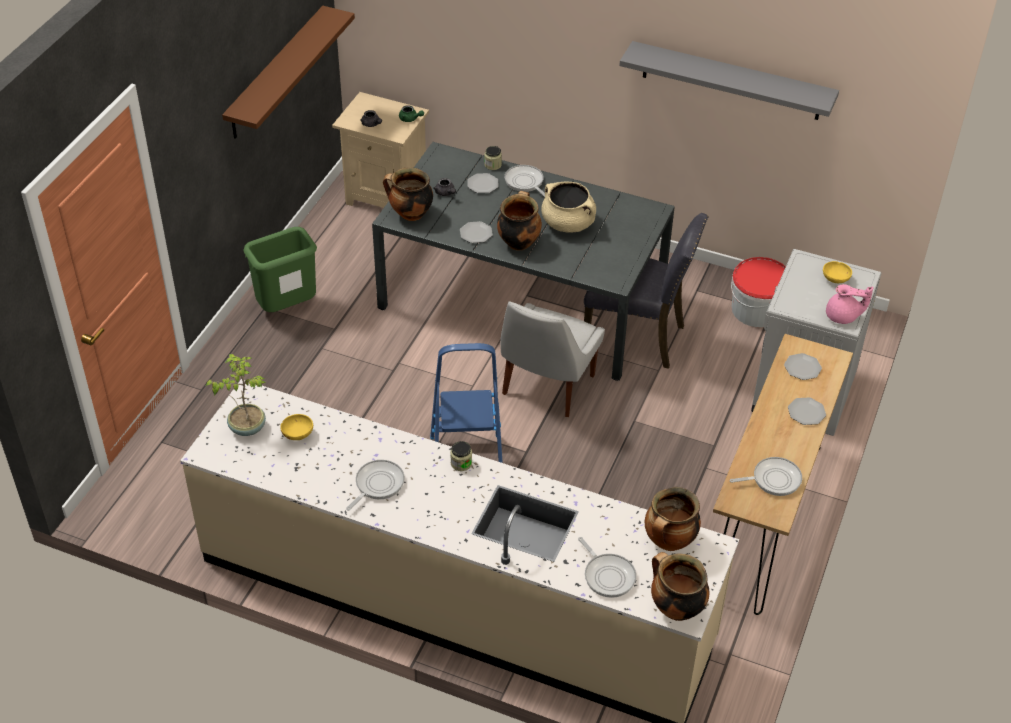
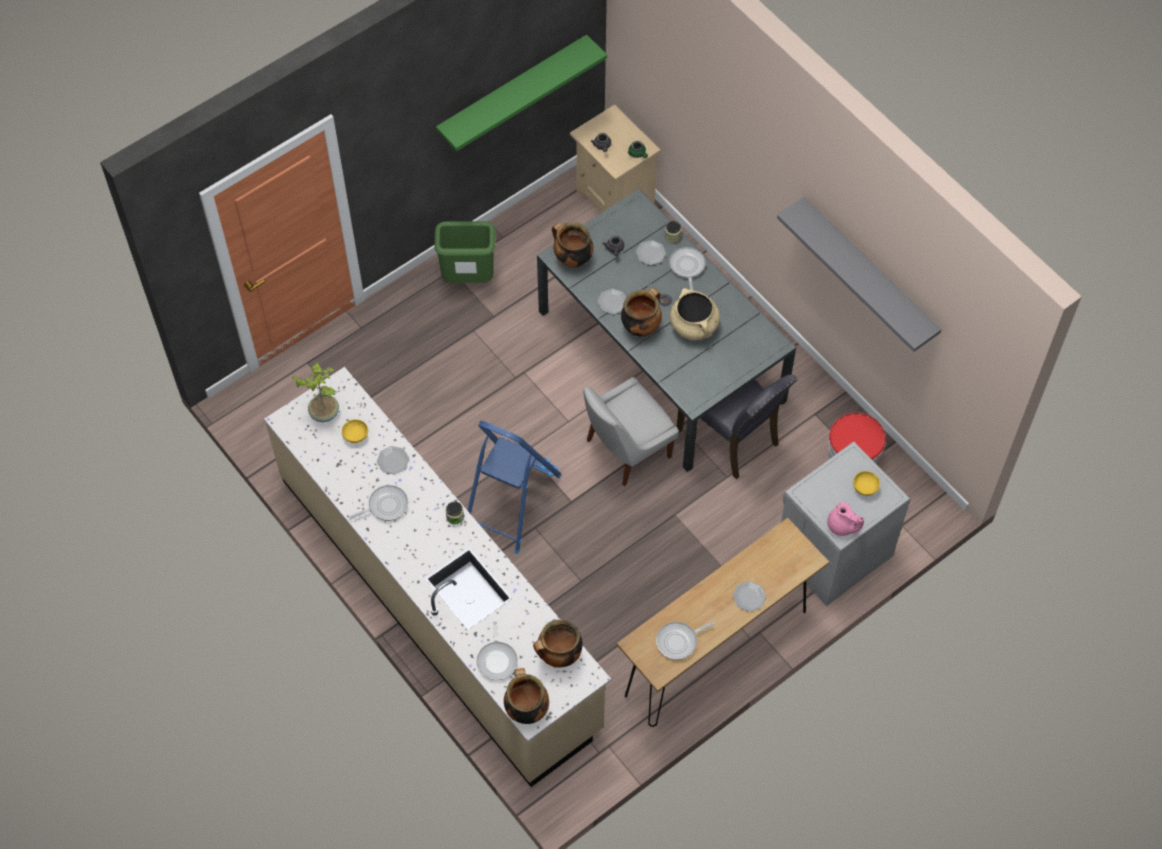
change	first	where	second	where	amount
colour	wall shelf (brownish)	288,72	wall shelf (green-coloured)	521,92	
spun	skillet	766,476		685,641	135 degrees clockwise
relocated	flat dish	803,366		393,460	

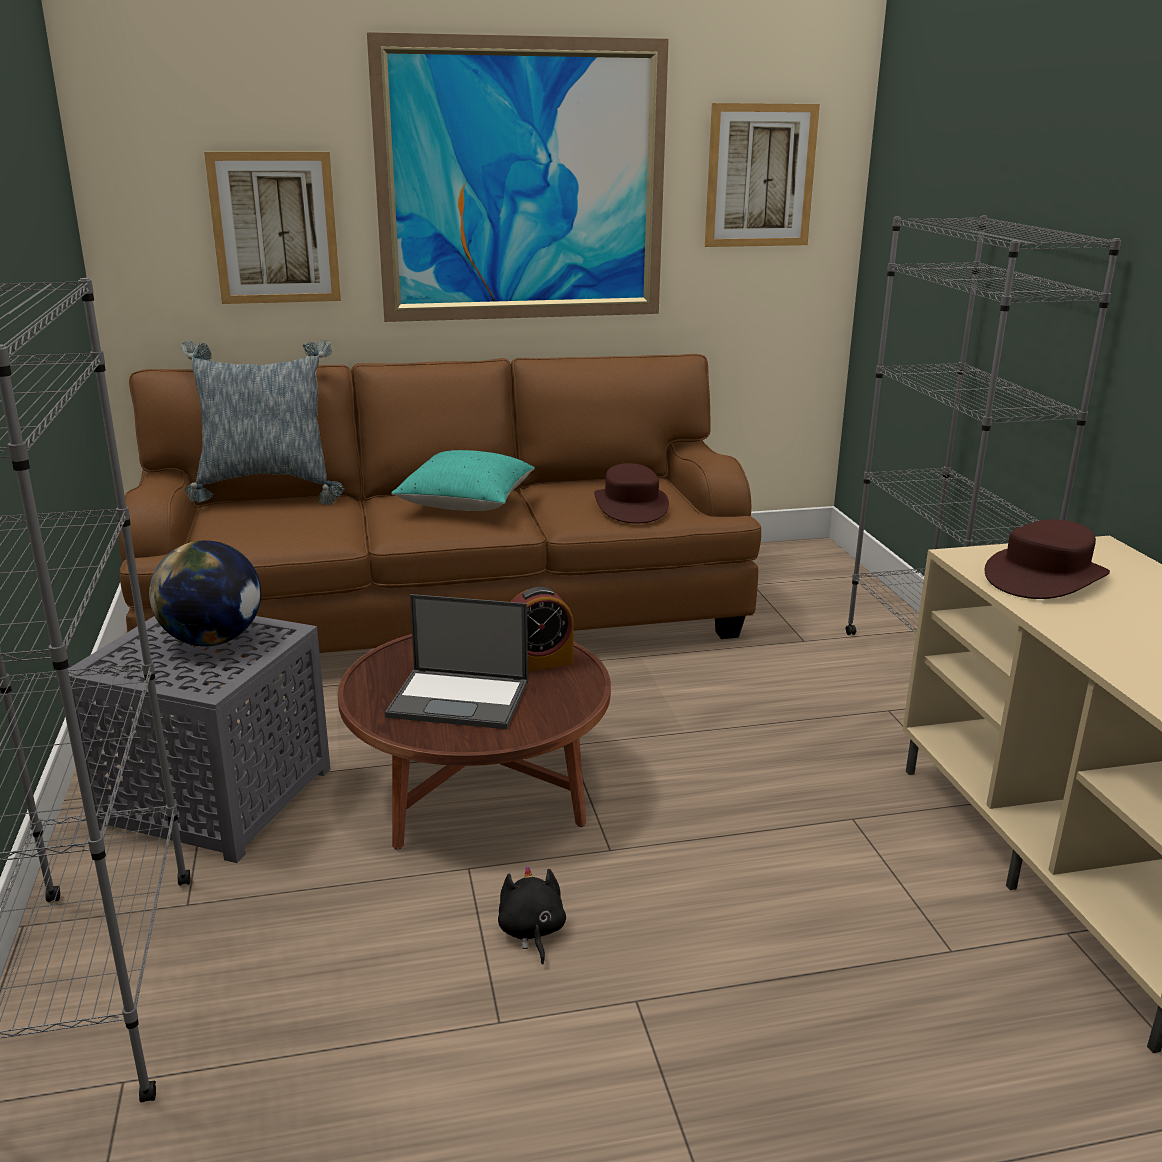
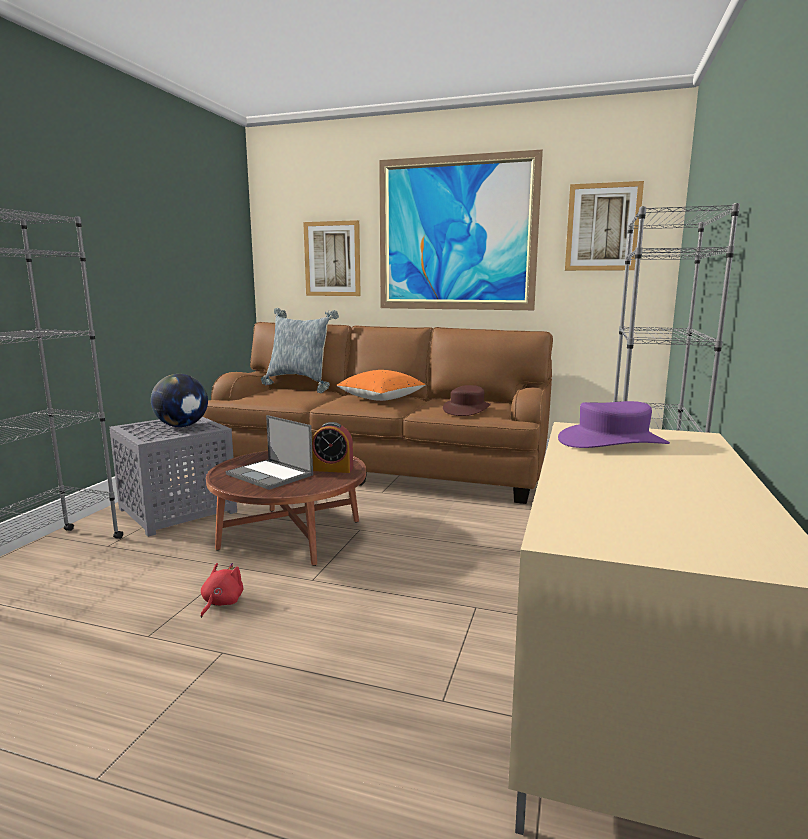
change	first	where	second	where	amount
colour	pillow (turquoise-coloured)	463,480	pillow (orange)	381,385	
colour	plush toy (blackish)	532,915	plush toy (reddish)	222,590	
colour	clothing hat (brownish)	1047,559	clothing hat (purple-coloured)	614,424	

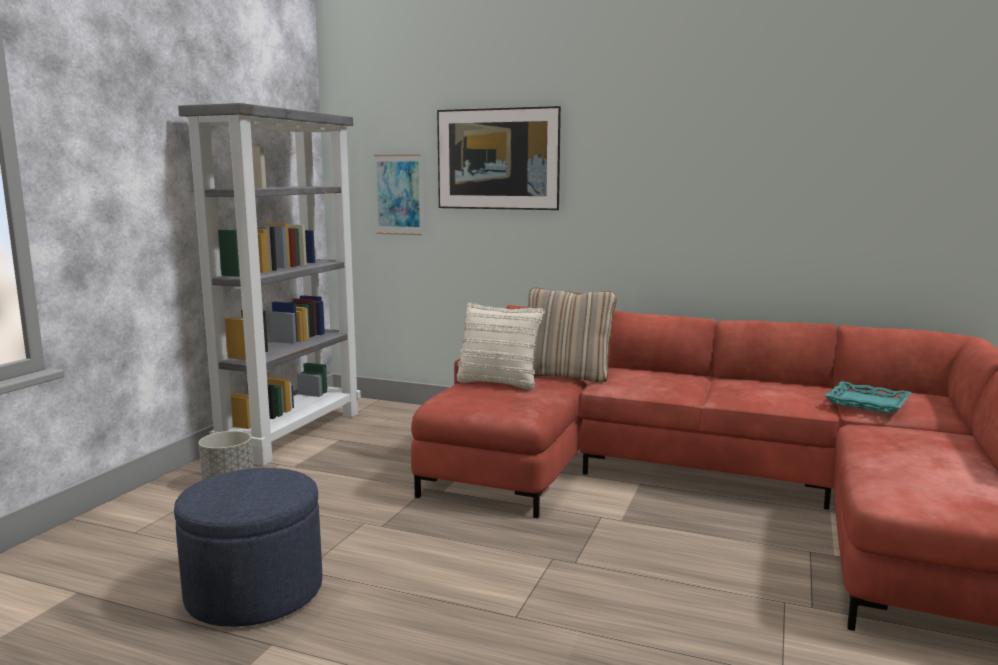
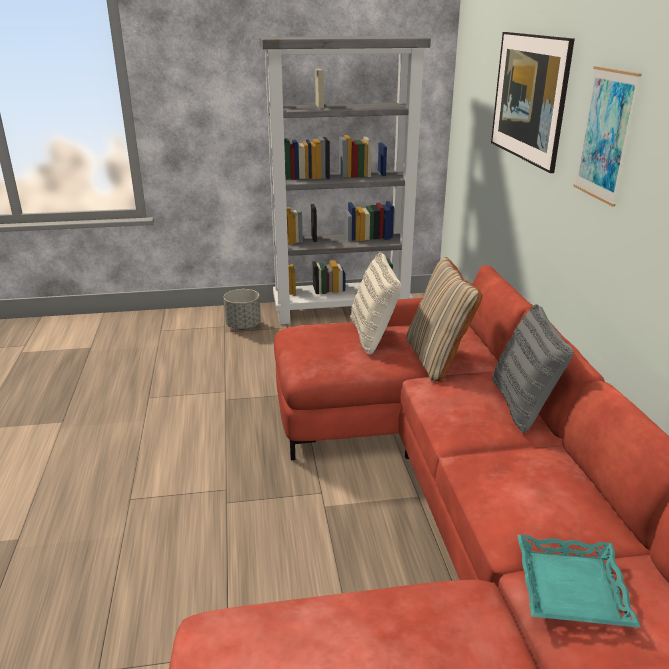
change	first	where	second	where	amount
missing	pouffe (blue-coloured)	248,547			
relocated	wall art	398,194		607,136	
appeared			pillow (gray)	533,368	

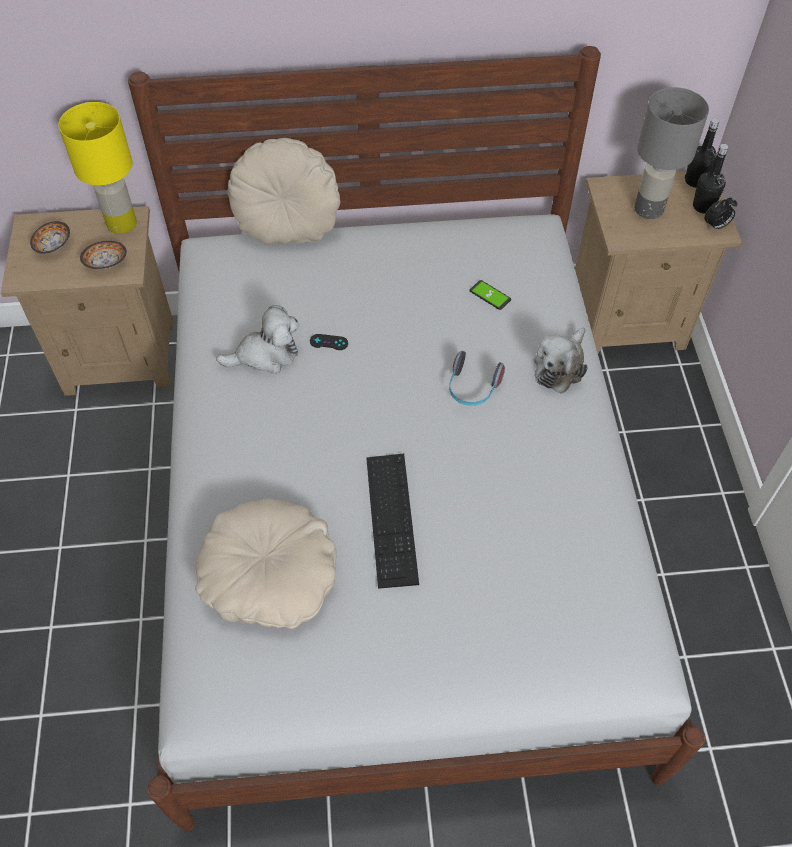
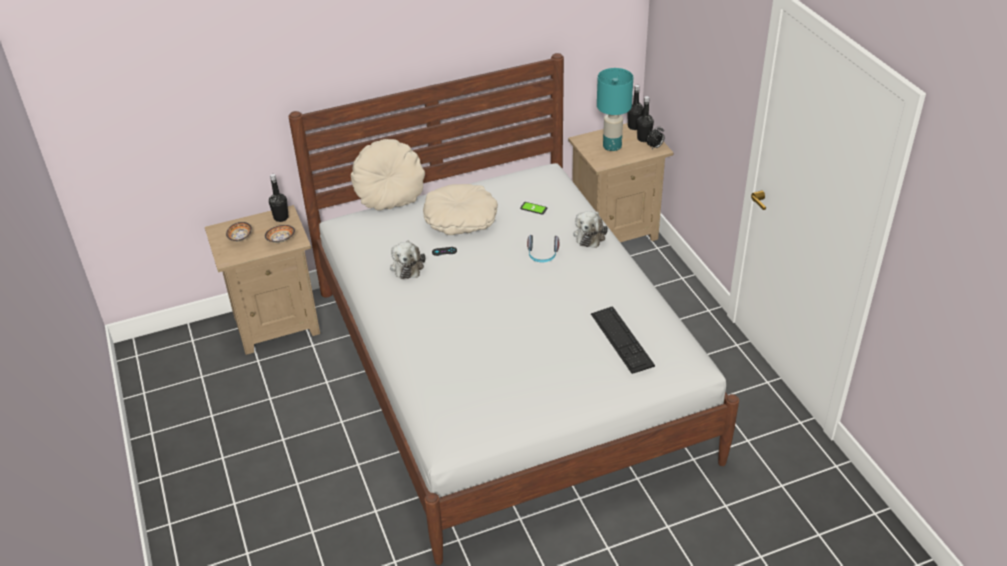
change	first	where	second	where	amount
exchanged	table lamp (yellow-coloured)	97,168	beverage bottle (blackish)	279,198	
relocated	pillow (beige)	266,564		460,209	
spun	plush toy	257,339		407,260	120 degrees clockwise
relocated	computer keyboard	392,521		623,340	
colour	table lamp (gray)	671,153	table lamp (turquoise-coloured)	615,109	

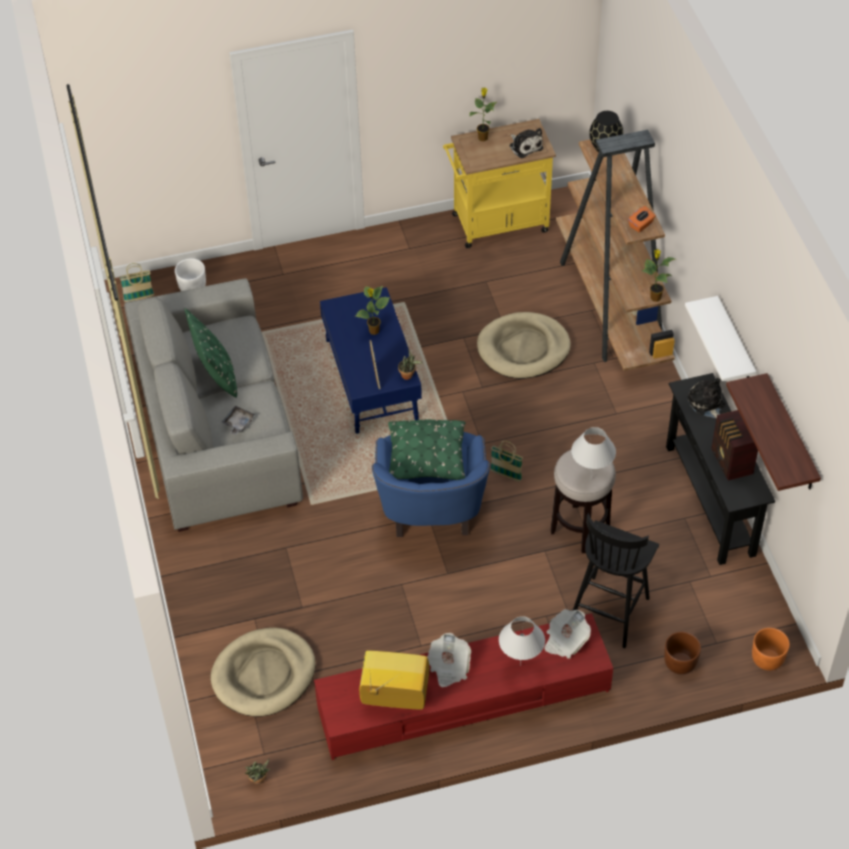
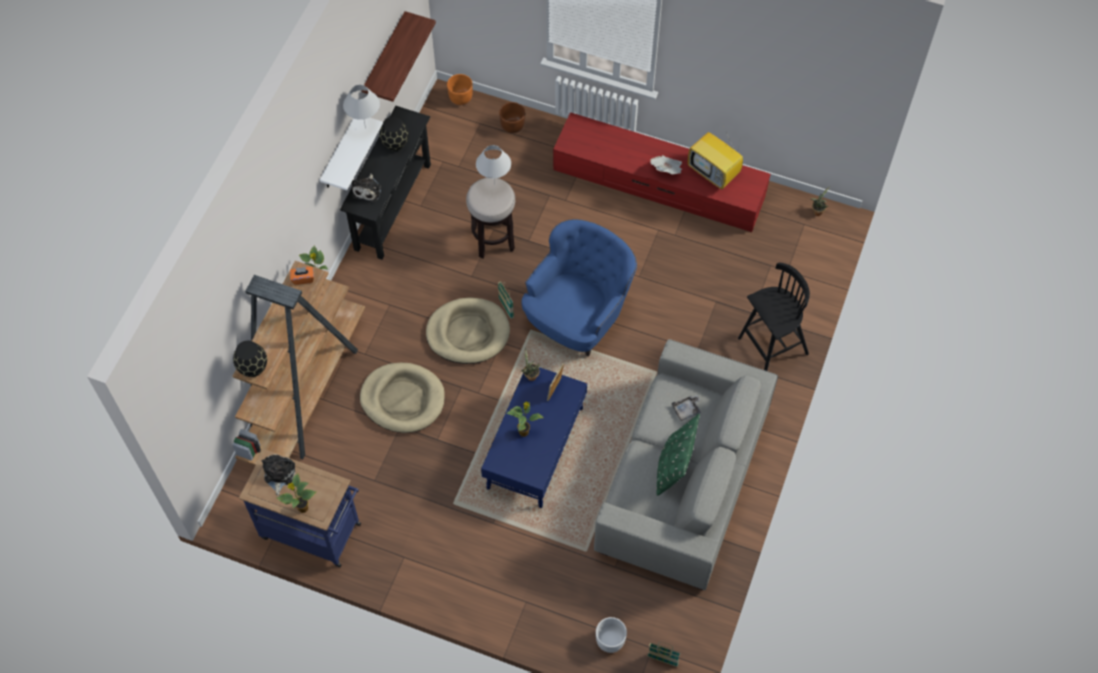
change	first	where	second	where	amount
relocated	dog cushion (beige)	263,671		468,330	
missing	pillow (green-coloured)	427,450			
colour	cart (yellow-coloured)	499,183	cart (blue-coloured)	300,508	
relocated	table lamp (white-coloured)	522,641		361,106	
missing	newspaper	567,634			
relocated	sitting stool (blackish)	616,580		774,317	
exchanged	radio receiver	735,445	flower vase (blackish)	394,134	

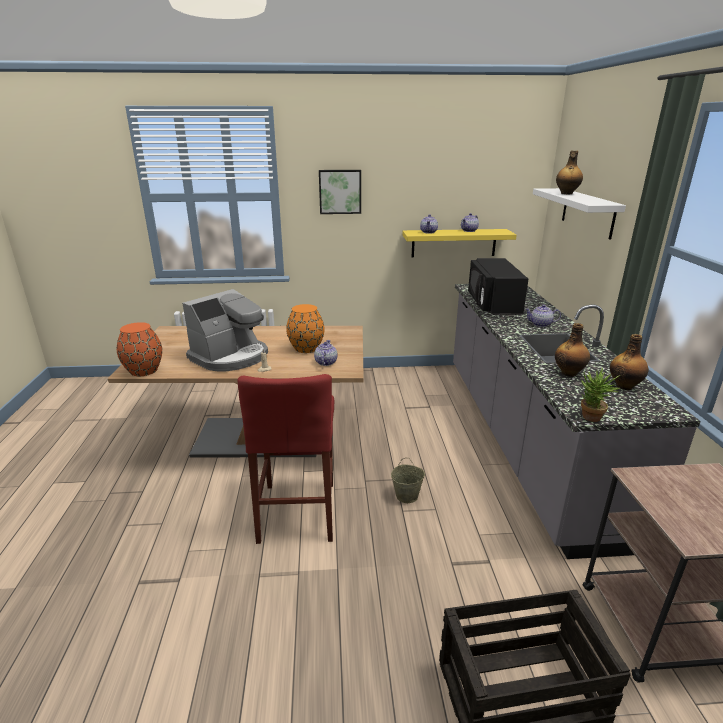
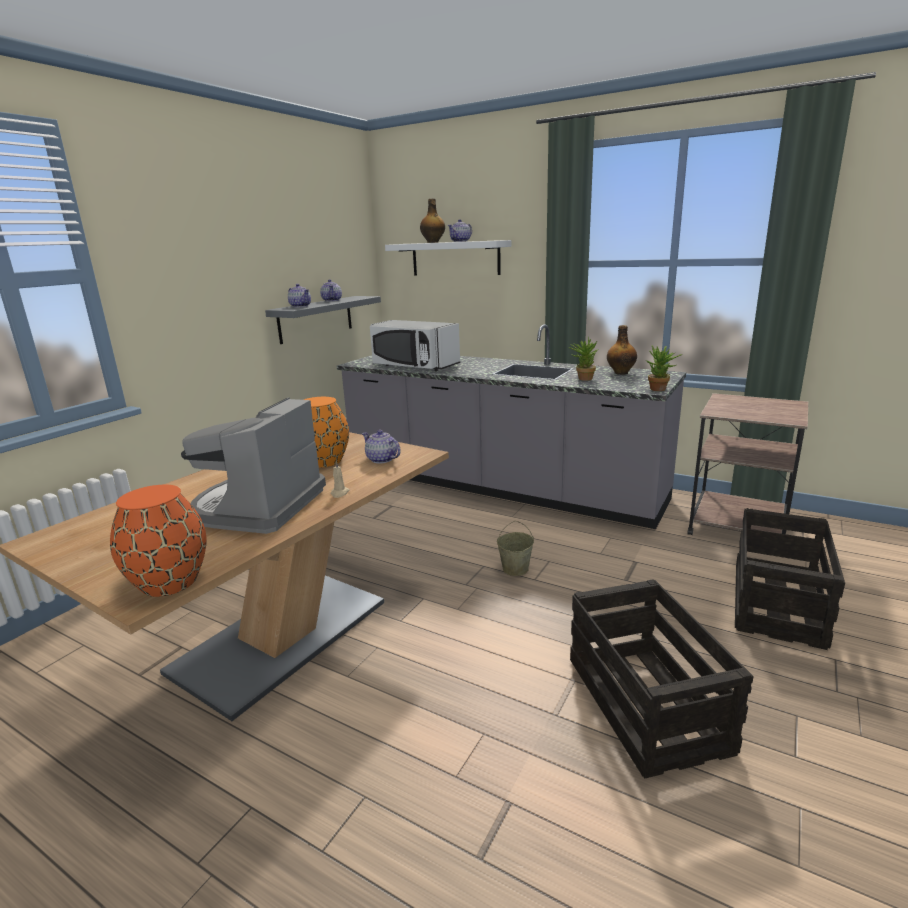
change	first	where	second	where	amount
spun	coffee maker	225,330		253,466	150 degrees counterclockwise
missing	sitting stool (reddish)	285,459			
missing	wall art	340,192			
colour	wall shelf (yellow-coloured)	459,243	wall shelf (gray)	323,320	
colour	kitchen microwave (blackish)	498,286	kitchen microwave (white-coloured)	415,345	
relocated	teapot	543,316		460,230	
exchanged	beverage bottle	572,350	plant in a pot	583,359	
appeared			crate	662,678	

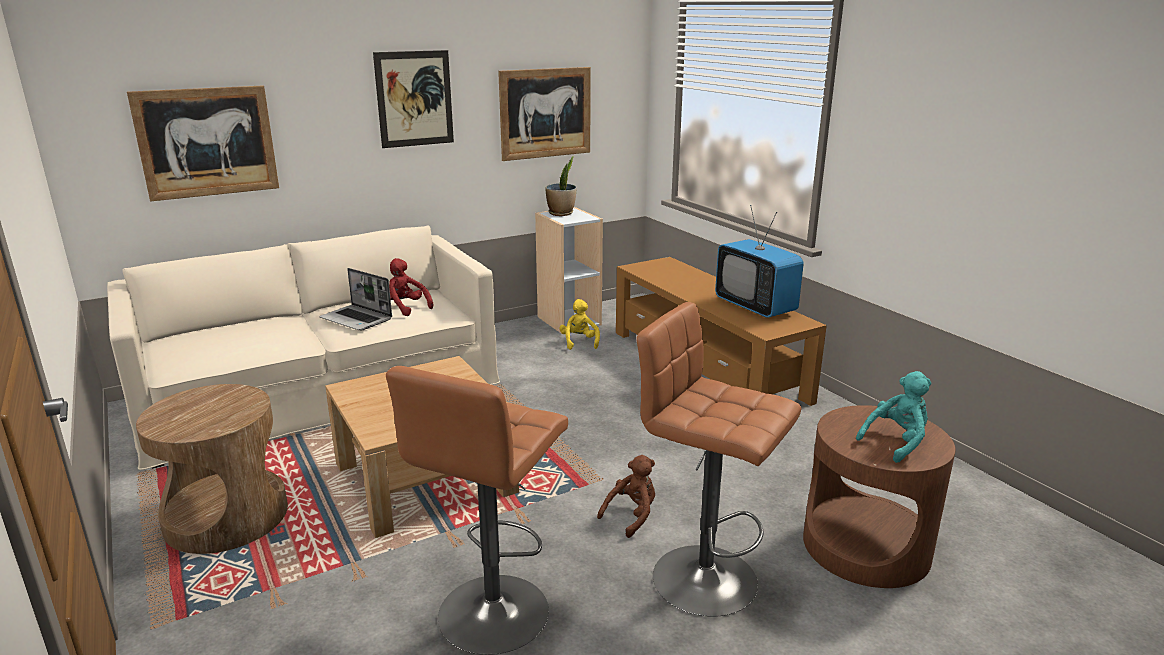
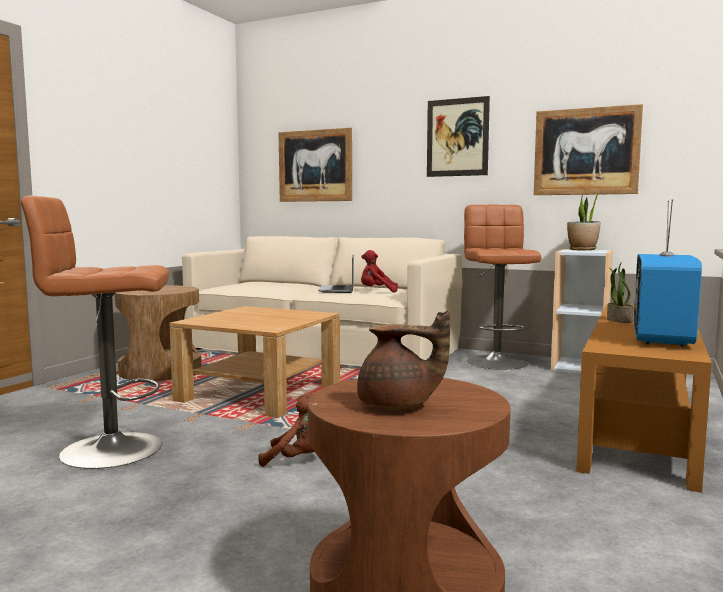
change	first	where	second	where	amount
spun	plush toy (reddish)	411,287		379,271	90 degrees counterclockwise
missing	plush toy (yellow-coloured)	580,324			
relocated	sitting stool (brownish)	718,459		502,287	
exchanged	plush toy (turquoise-coloured)	893,417	teapot (brownish)	403,359	
appeared			plant in a pot	620,293	

